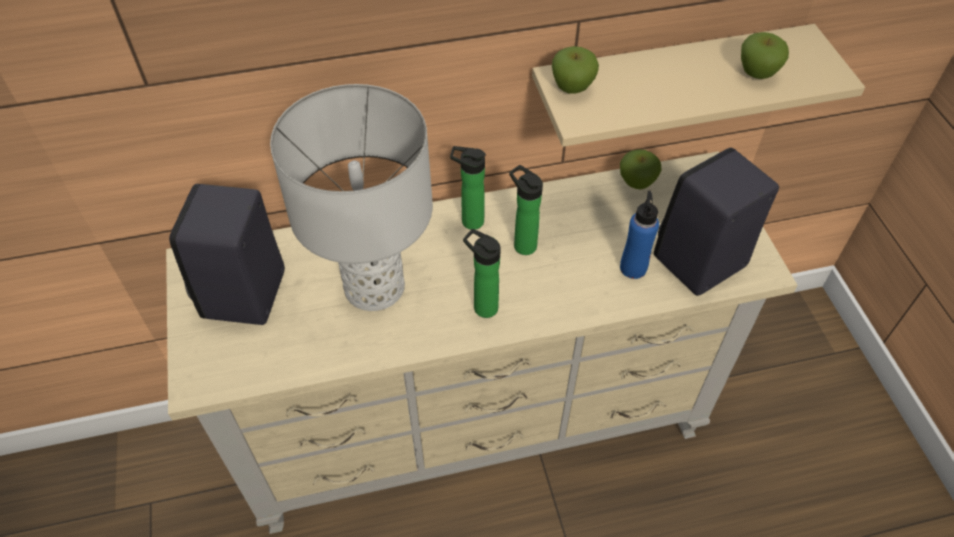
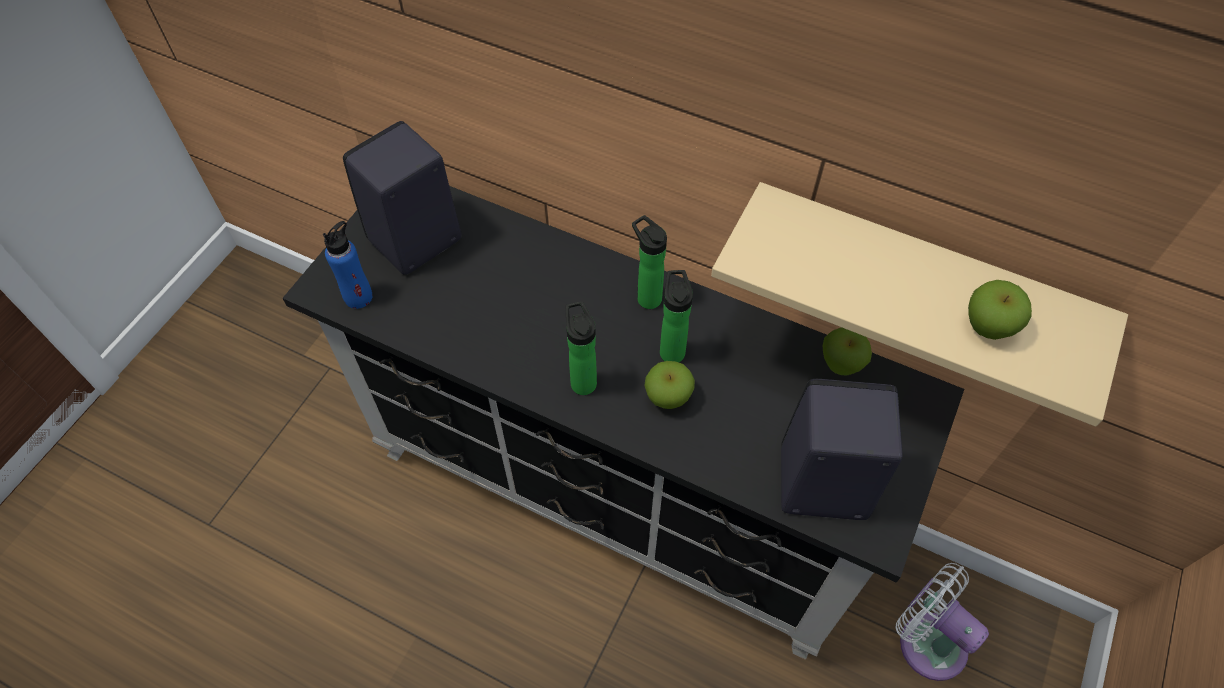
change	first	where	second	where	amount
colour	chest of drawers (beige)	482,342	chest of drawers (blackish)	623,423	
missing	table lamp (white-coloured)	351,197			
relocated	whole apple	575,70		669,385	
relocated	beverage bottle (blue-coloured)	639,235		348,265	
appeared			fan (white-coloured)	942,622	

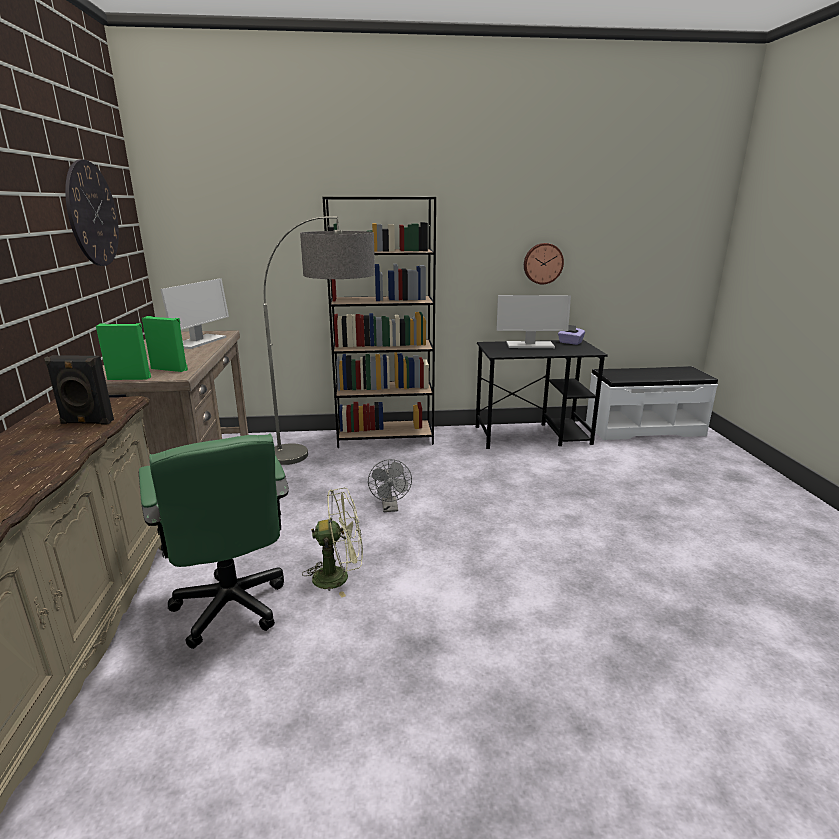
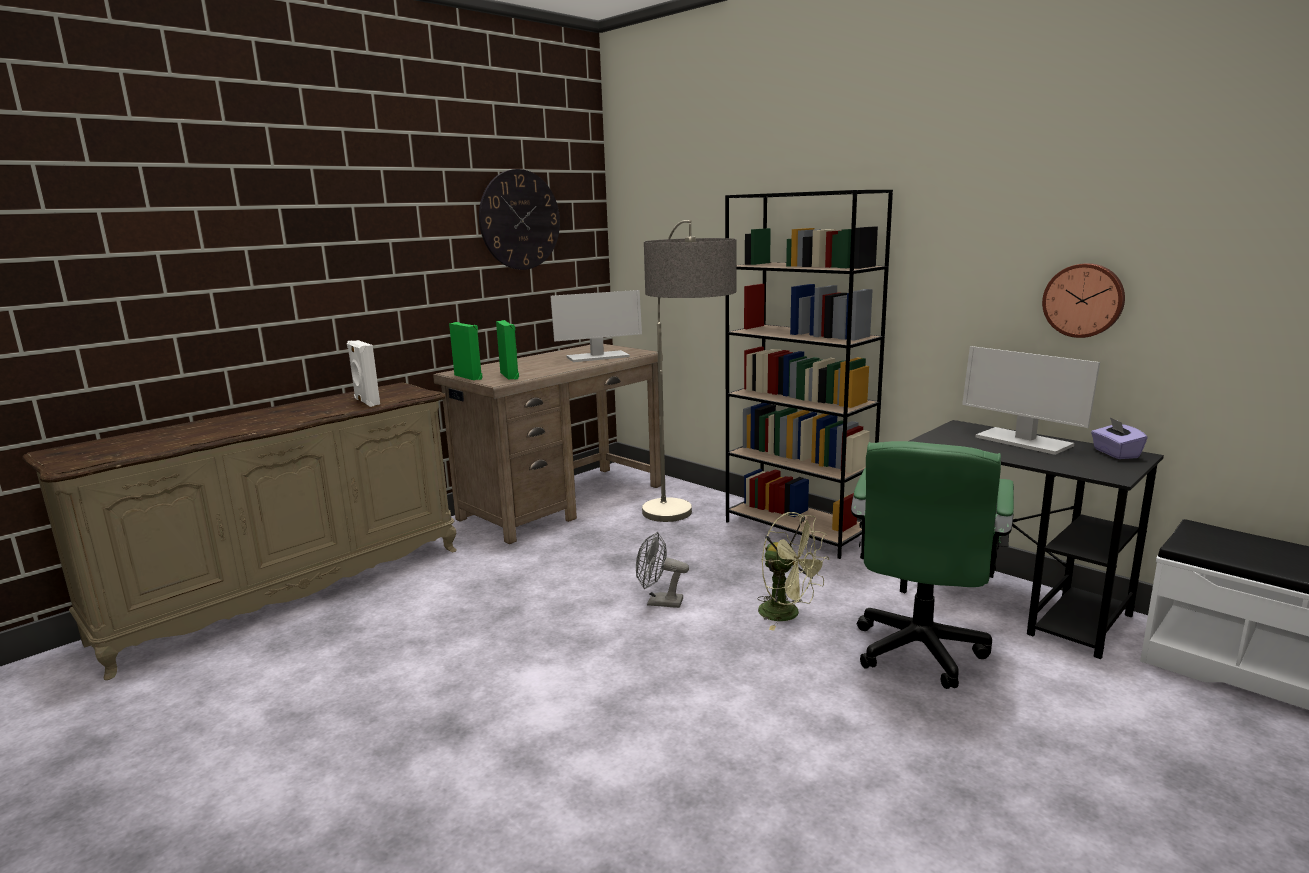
change	first	where	second	where	amount
colour	speaker (blackish)	79,390	speaker (white-coloured)	363,373	
relocated	desk chair (green-coloured)	214,541		932,565	
relocated	fan (green-coloured)	332,543		793,571	
spun	fan (gray)	390,485		662,570	60 degrees clockwise

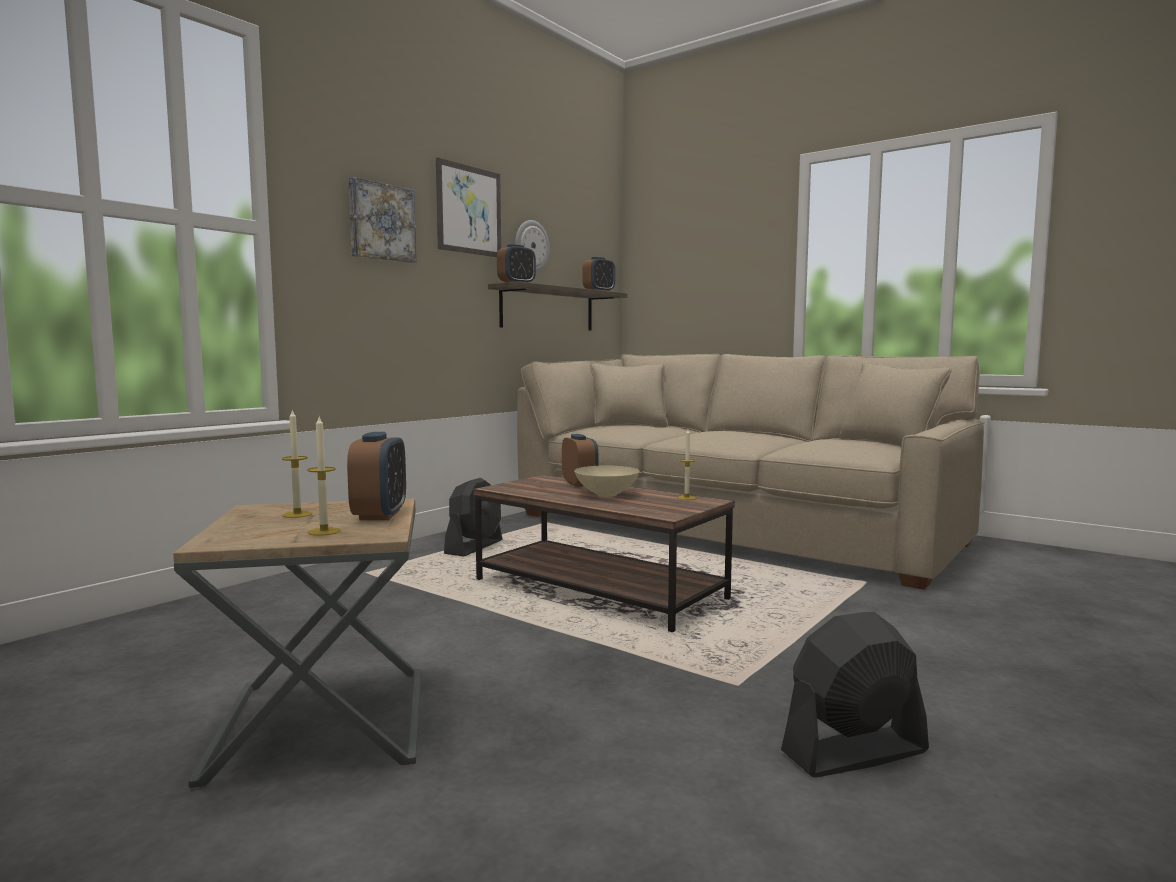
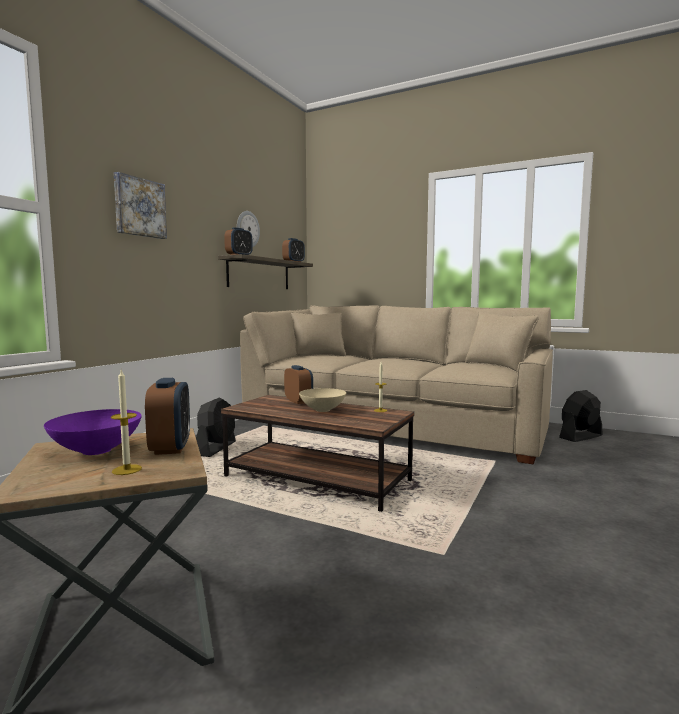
change	first	where	second	where	amount
exchanged	wax light	297,463	serving bowl (purple-coloured)	93,432	
missing	wall art	468,207			
relocated	fan (blackish)	855,695		580,416	

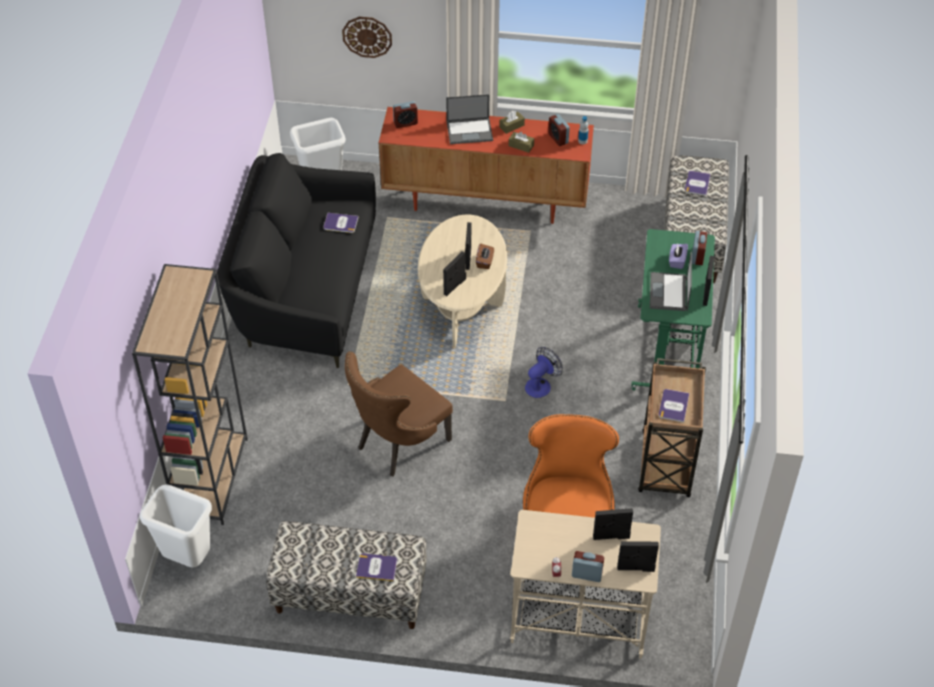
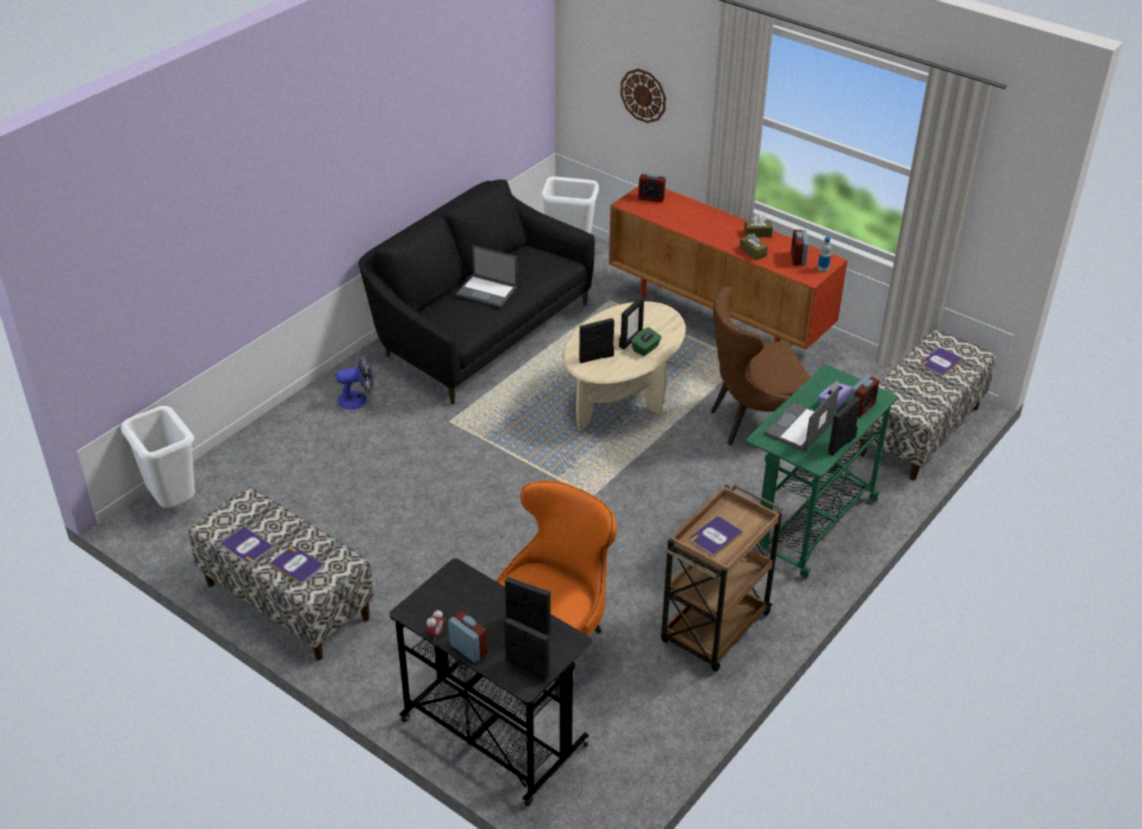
change	first	where	second	where	amount
missing	bookcase	190,394			
relocated	bound book	341,223		247,545	
relocated	upright chair (brownish)	399,414		760,365	
relocated	portable computer	469,119		487,276	
colour	box of tissues (brownish)	485,256	box of tissues (green-coloured)	646,341	
colour	desk unit (beige)	585,584	desk unit (blackish)	490,682	
relocated	fan	544,372		354,381	

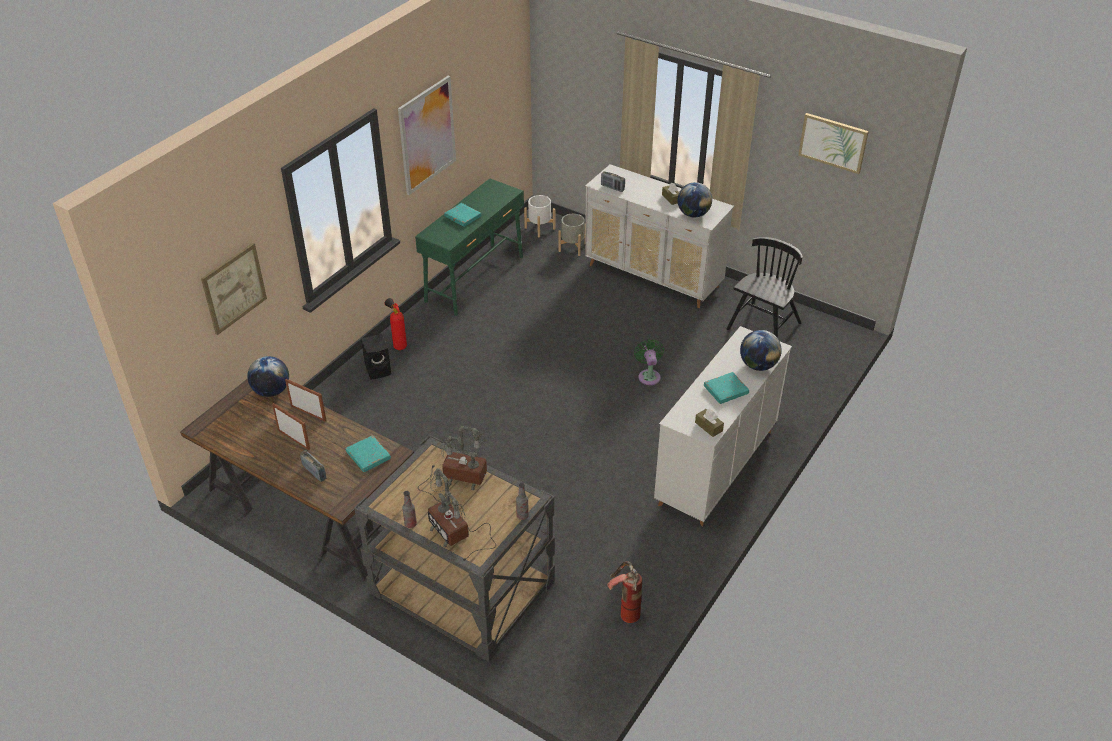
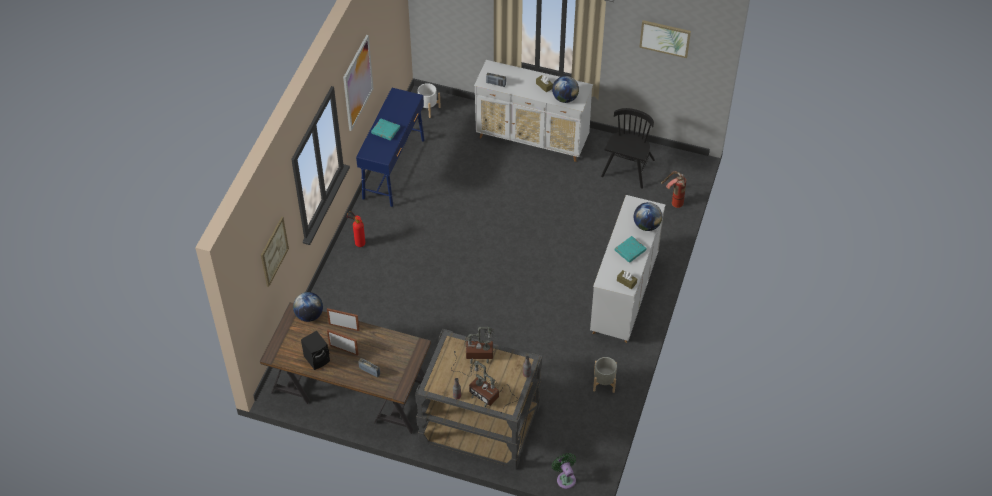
change	first	where	second	where	amount
missing	bound book (turquoise-coloured)	368,453			
relocated	speaker (blackish)	376,357		315,350	
colour	console table (green-coloured)	469,247	console table (blue-coloured)	390,147	
relocated	plant pot (gray)	572,235		605,375	
relocated	extinguisher	624,592		673,189	
relocated	fan (green-coloured)	649,362		564,471	

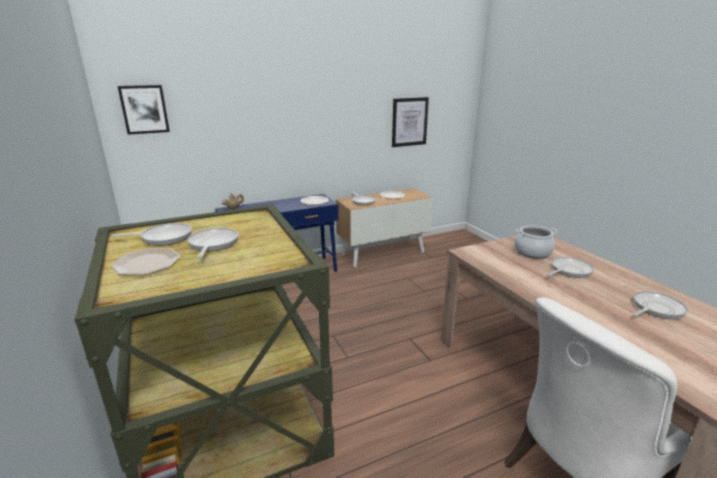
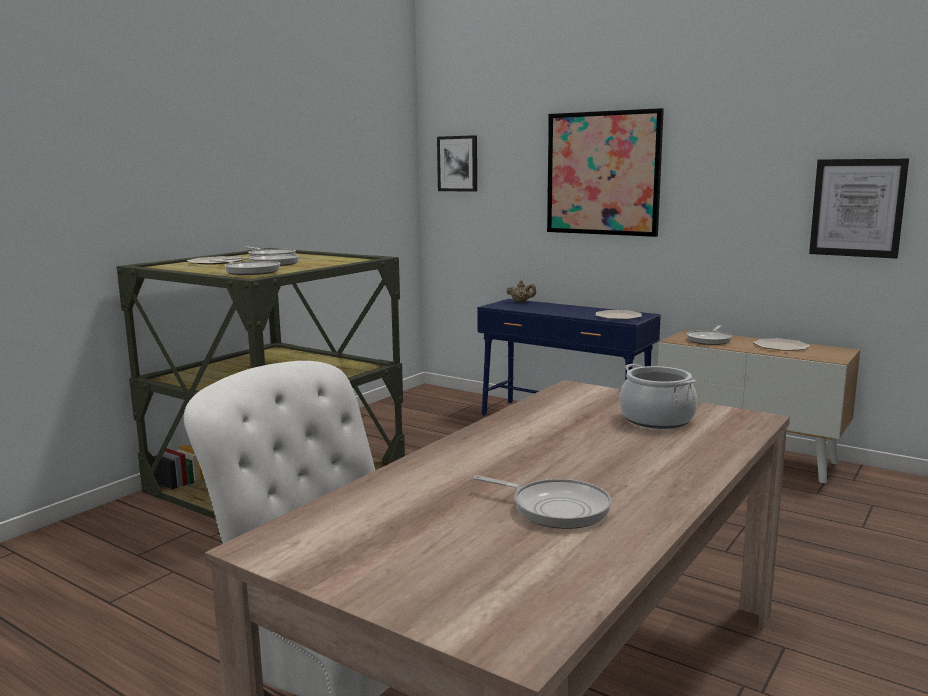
change	first	where	second	where	amount
relocated	skillet	570,267		244,267	
appeared			wall art	605,172	

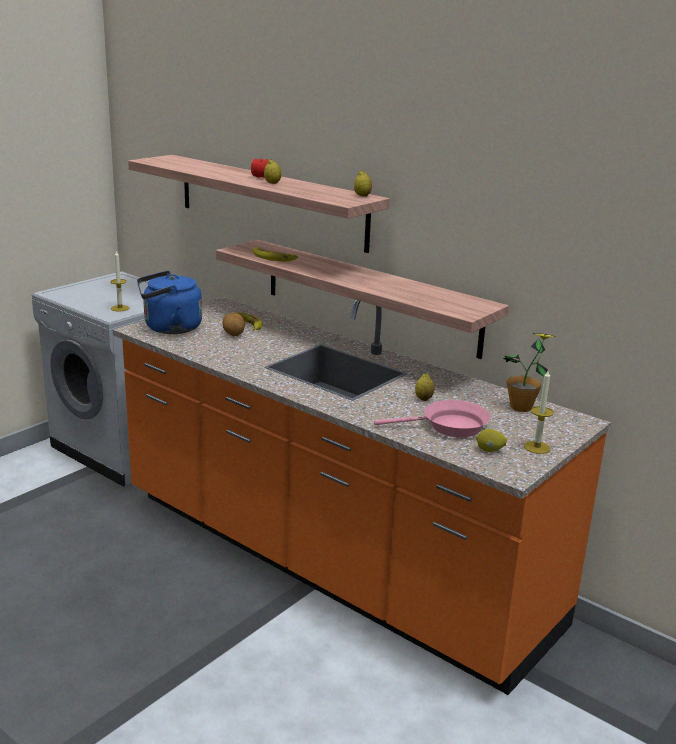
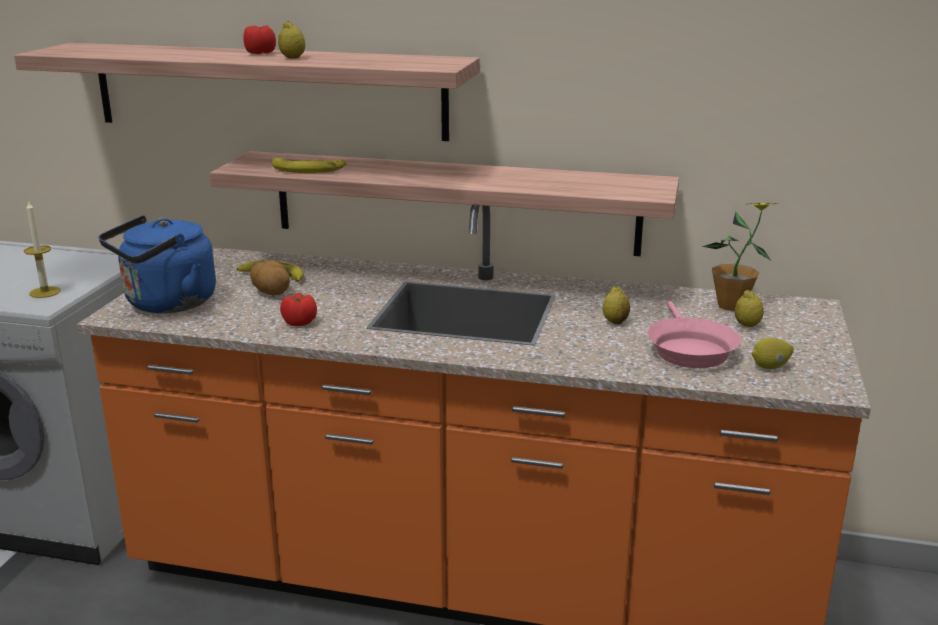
change	first	where	second	where	amount
relocated	lemon	363,184		749,308	
spun	skillet (pinkish)	432,418		694,334	120 degrees clockwise
missing	wax light	539,412			
appeared			tomato	298,309	

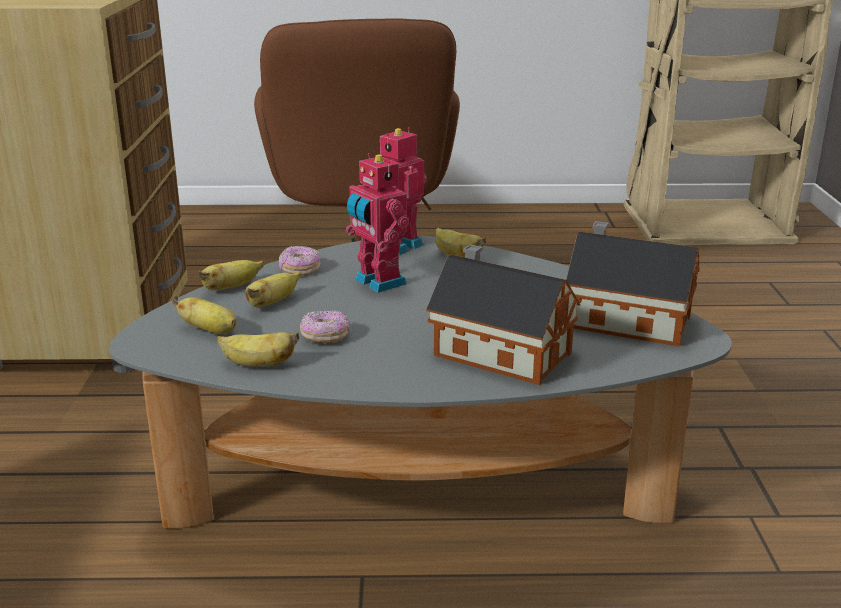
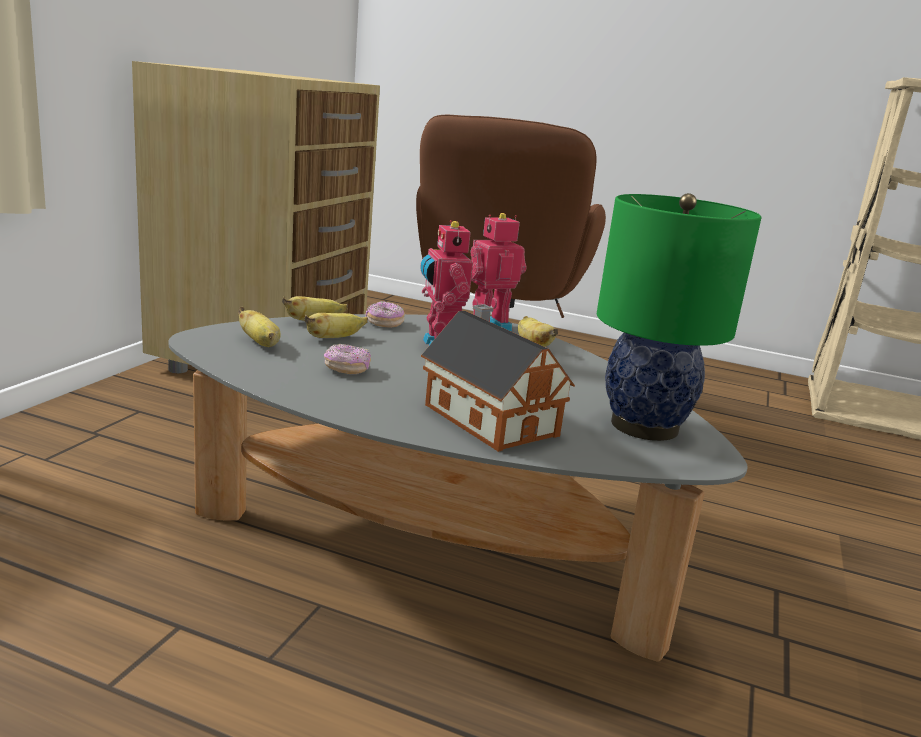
change	first	where	second	where	amount
missing	banana fruit	258,349			
exchanged	model house	632,284	table lamp (green-coloured)	679,317	

